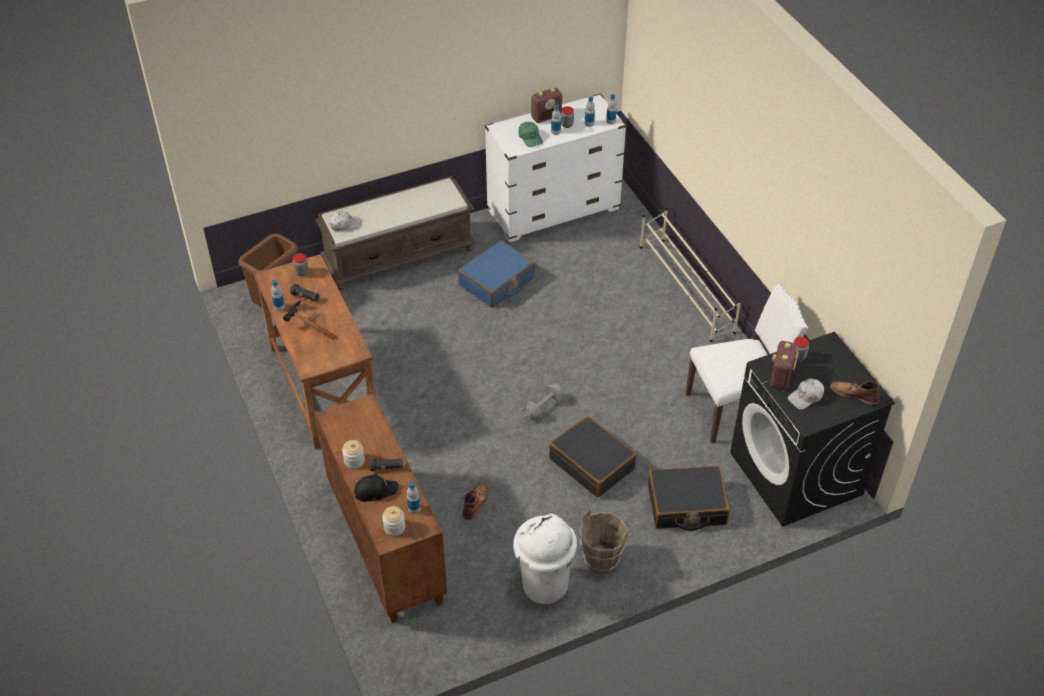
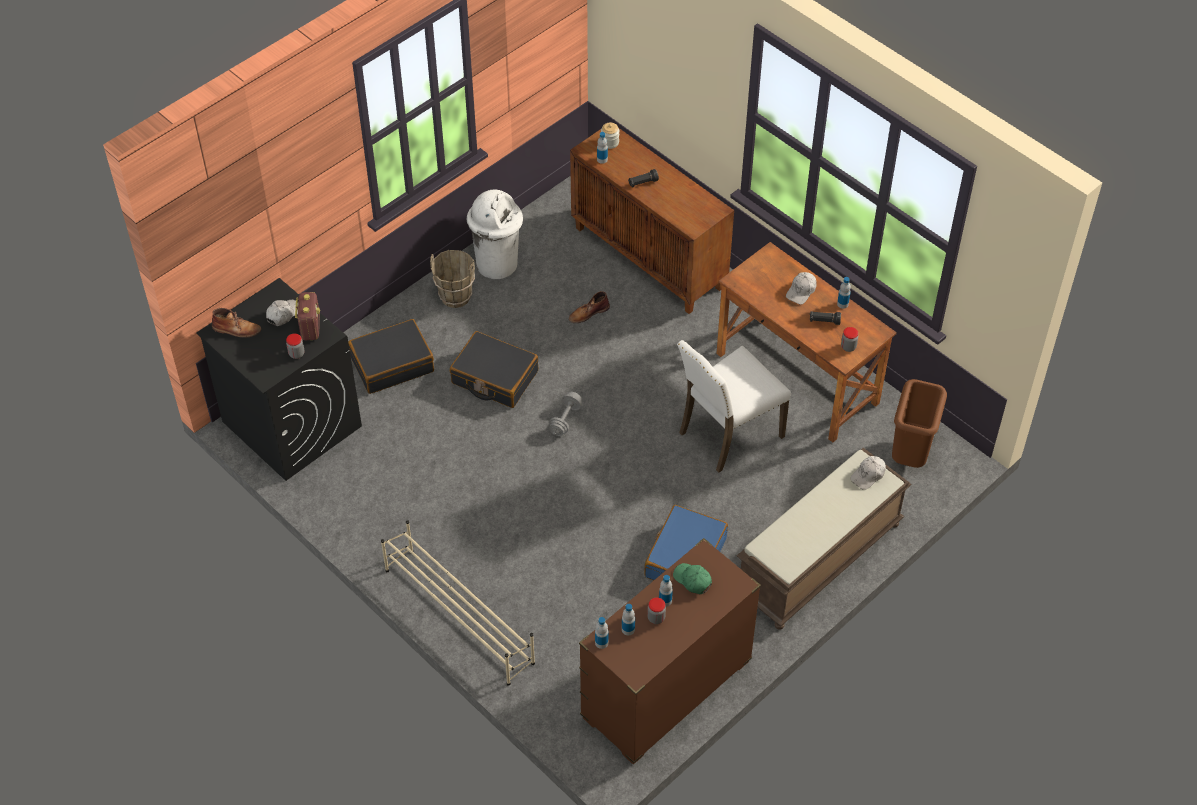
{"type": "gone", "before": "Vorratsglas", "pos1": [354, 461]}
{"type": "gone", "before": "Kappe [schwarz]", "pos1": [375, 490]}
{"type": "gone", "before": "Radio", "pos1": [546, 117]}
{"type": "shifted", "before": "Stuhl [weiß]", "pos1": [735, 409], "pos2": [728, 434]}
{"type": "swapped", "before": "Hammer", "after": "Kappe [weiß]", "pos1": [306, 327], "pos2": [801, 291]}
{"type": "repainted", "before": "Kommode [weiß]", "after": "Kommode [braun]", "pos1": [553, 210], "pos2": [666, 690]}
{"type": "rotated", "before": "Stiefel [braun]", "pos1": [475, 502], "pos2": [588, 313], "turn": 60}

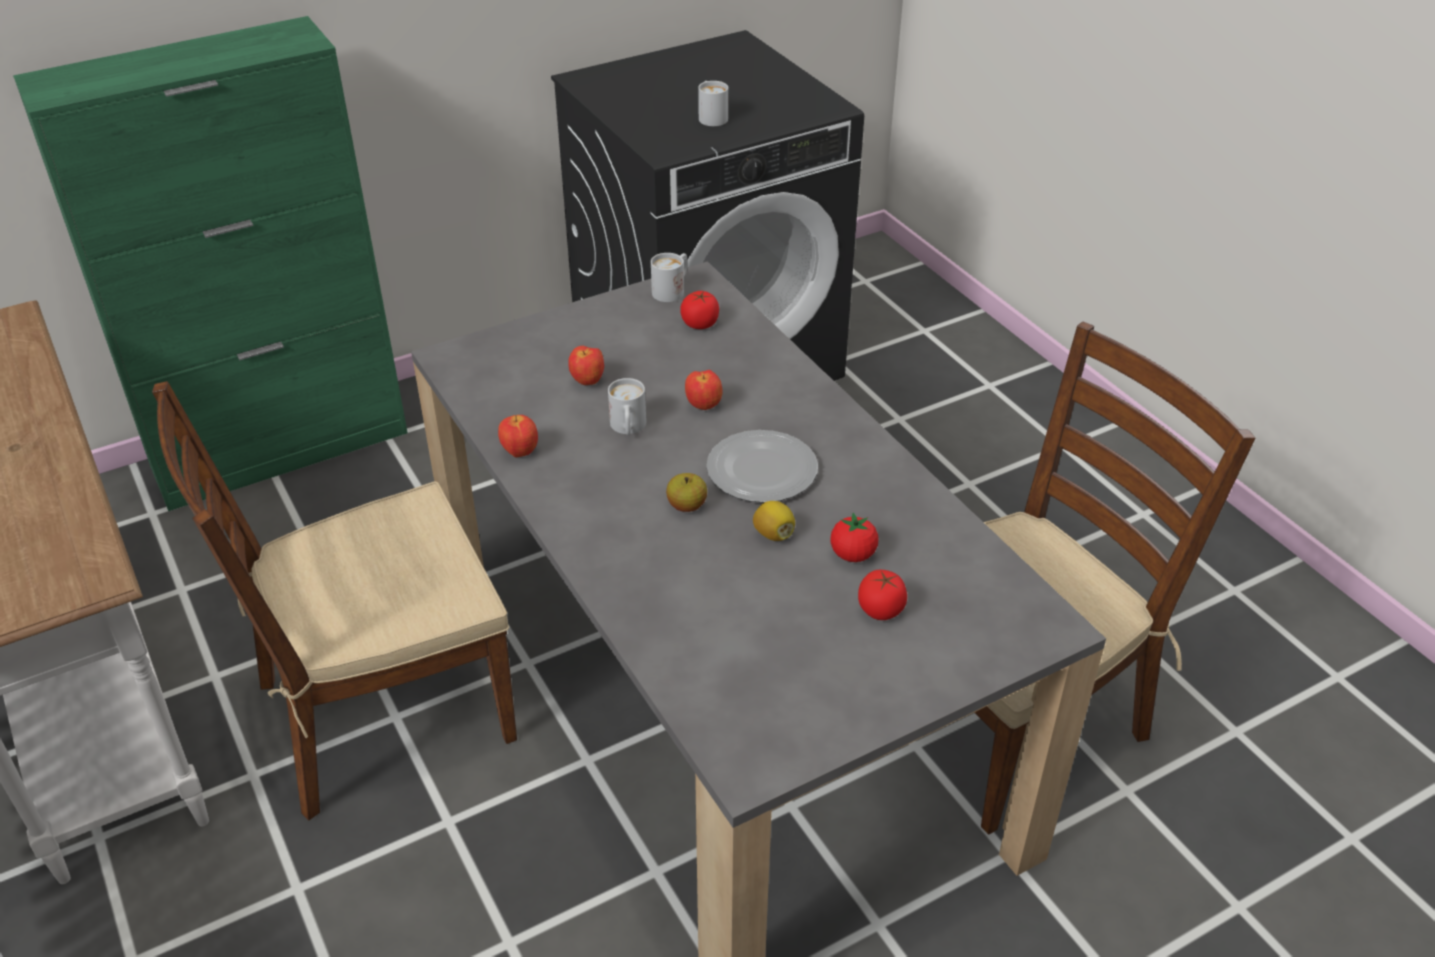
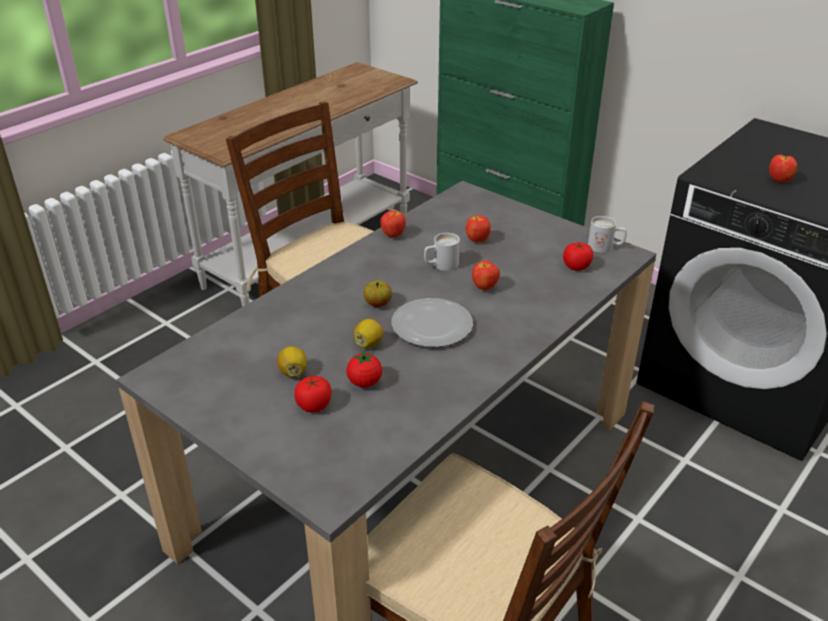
{"type": "new", "after": "Zitrone", "pos2": [293, 372]}
{"type": "swapped", "before": "Henkelbecher [weiß]", "after": "Apfel", "pos1": [711, 116], "pos2": [779, 181]}

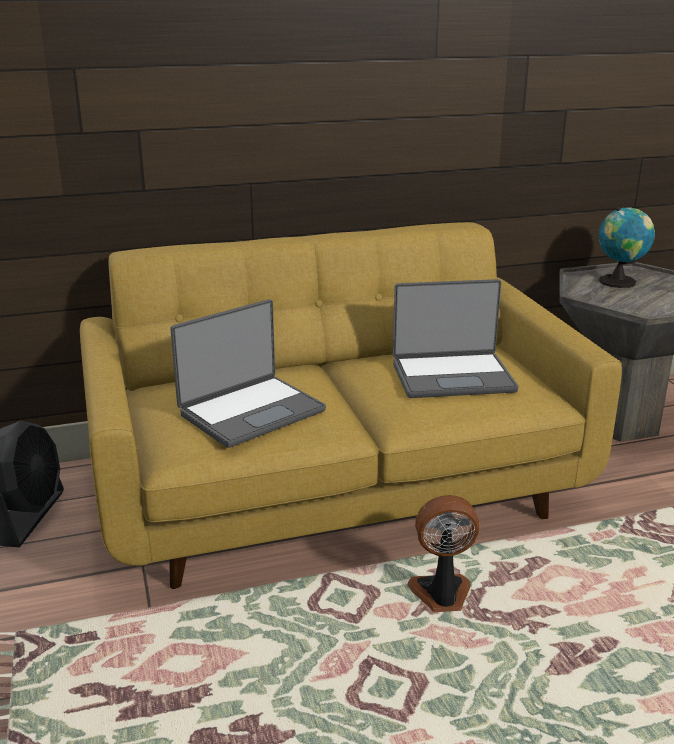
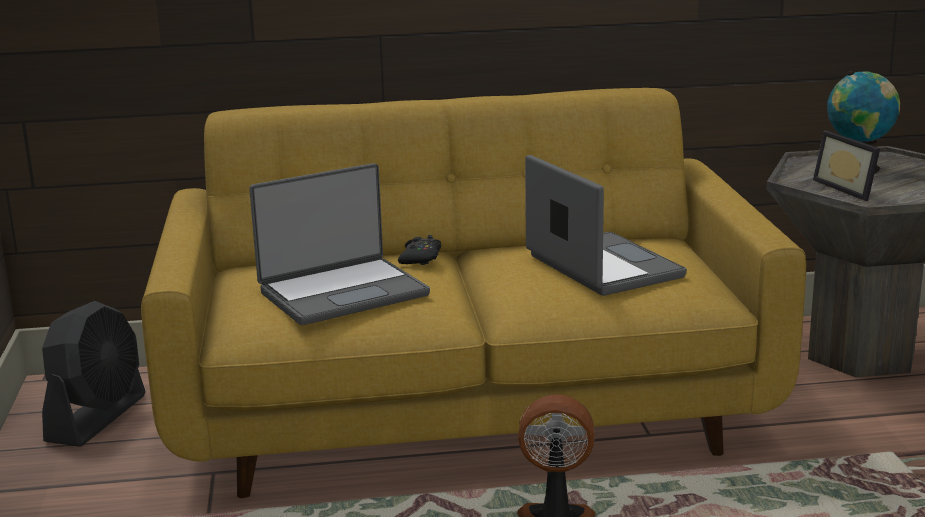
{"type": "new", "after": "Gamepad [schwarz]", "pos2": [420, 258]}
{"type": "new", "after": "Bilderrahmen", "pos2": [850, 188]}
{"type": "rotated", "before": "Laptop", "pos1": [452, 376], "pos2": [601, 267], "turn": -120}

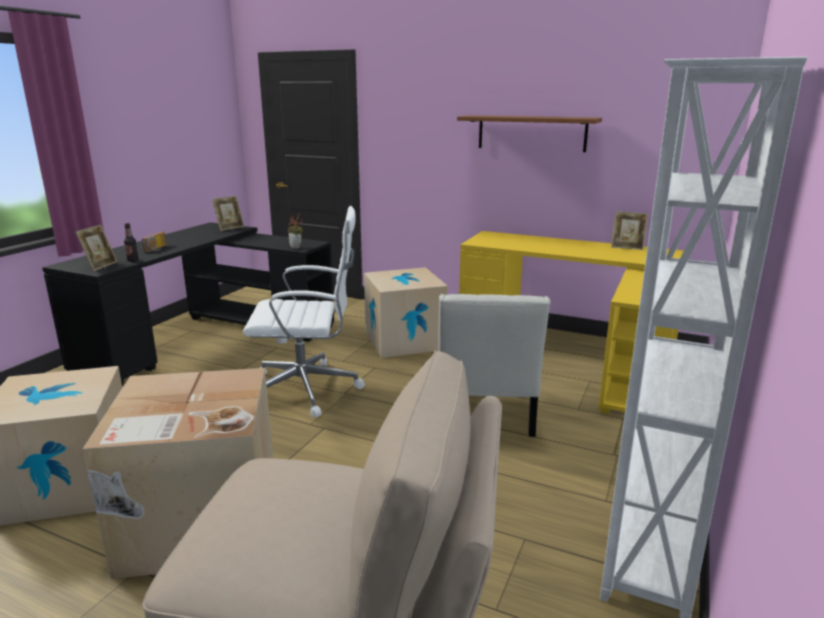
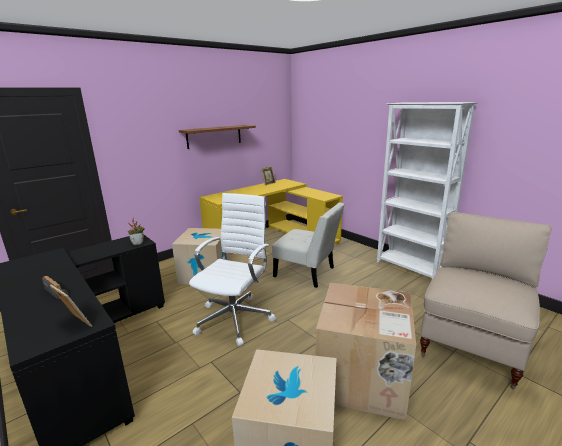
{"type": "gone", "before": "Flasche", "pos1": [133, 260]}
{"type": "gone", "before": "Bilderrahmen", "pos1": [230, 228]}

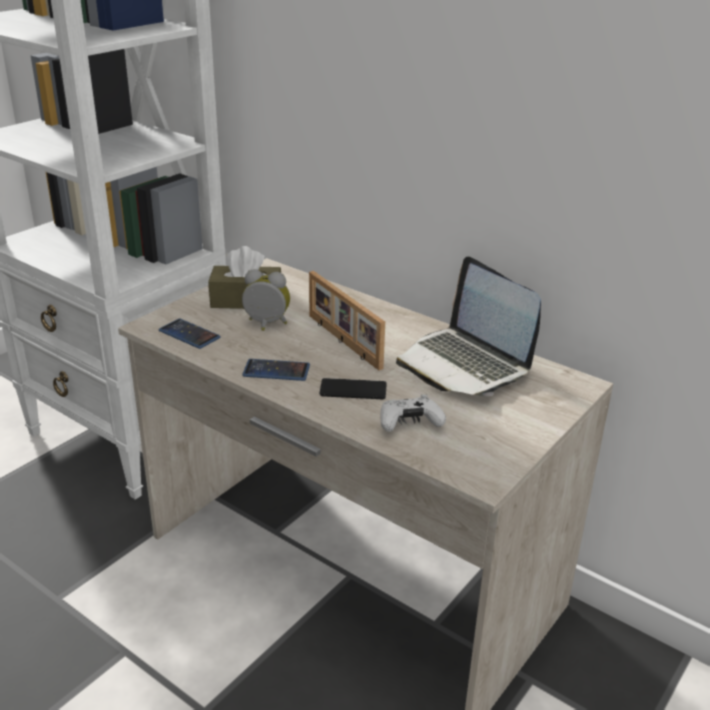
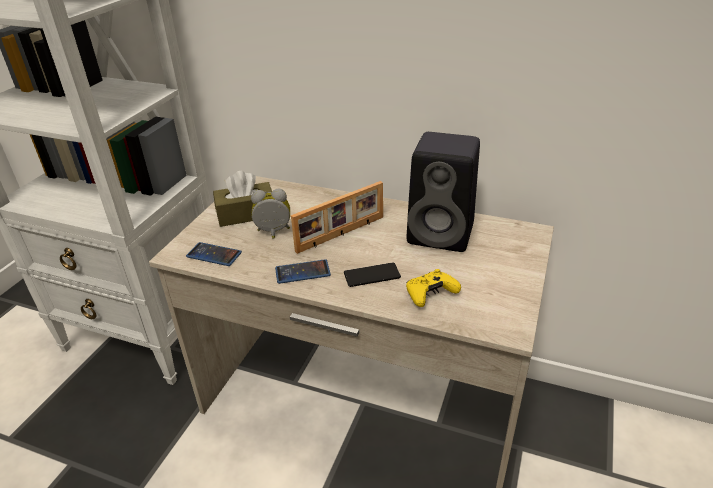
{"type": "swapped", "before": "Laptop", "after": "Lautsprecher [schwarz]", "pos1": [464, 364], "pos2": [443, 234]}
{"type": "repainted", "before": "Gamepad [weiß]", "after": "Gamepad [gelb]", "pos1": [409, 423], "pos2": [430, 294]}
{"type": "rotated", "before": "Bilderrahmen", "pos1": [342, 341], "pos2": [341, 234], "turn": -75}

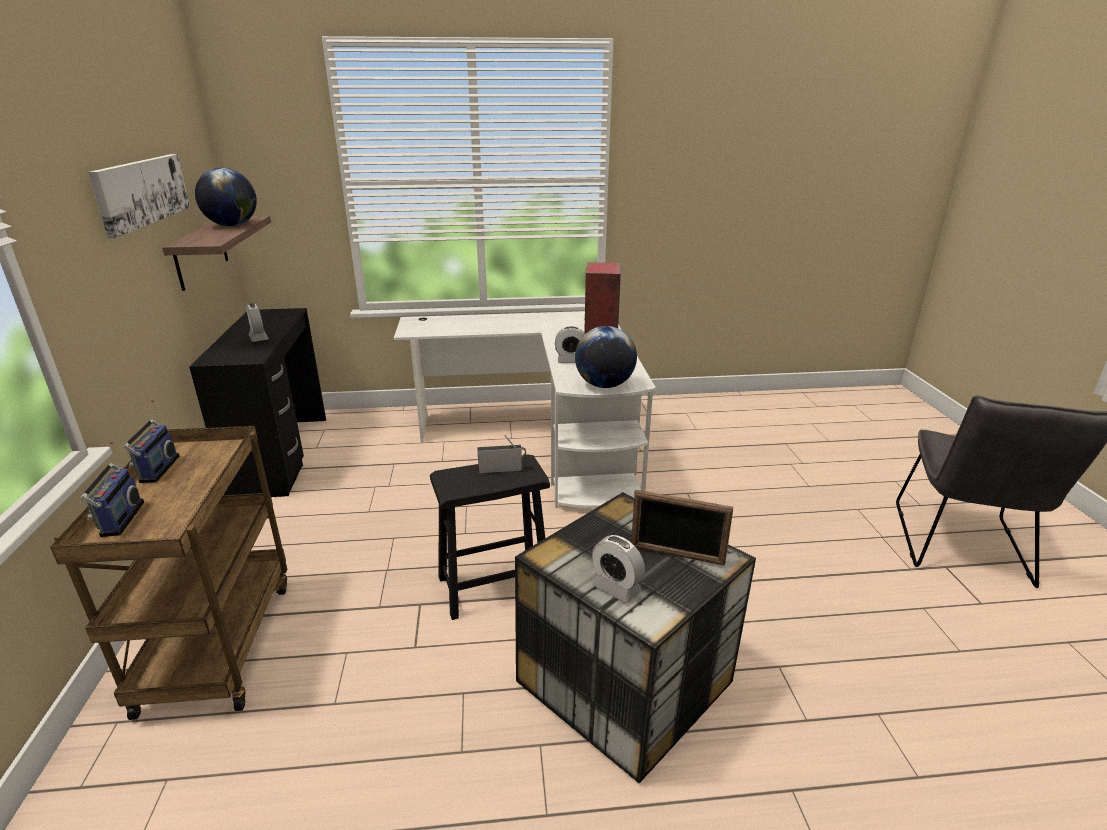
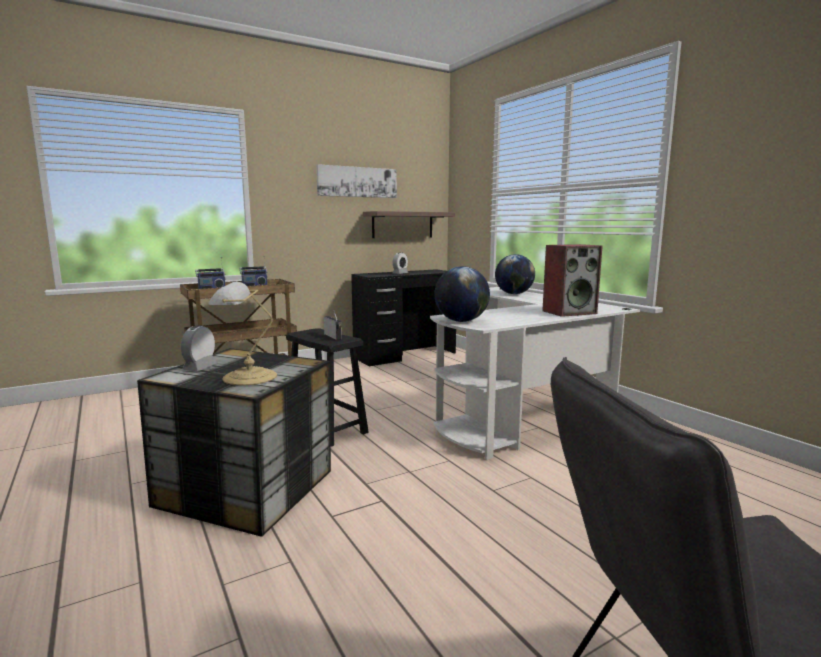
{"type": "gone", "before": "Wecker", "pos1": [570, 361]}
{"type": "shifted", "before": "Globus", "pos1": [232, 225], "pos2": [514, 294]}
{"type": "swapped", "before": "Bilderrahmen", "after": "Tischlampe", "pos1": [677, 555], "pos2": [246, 377]}

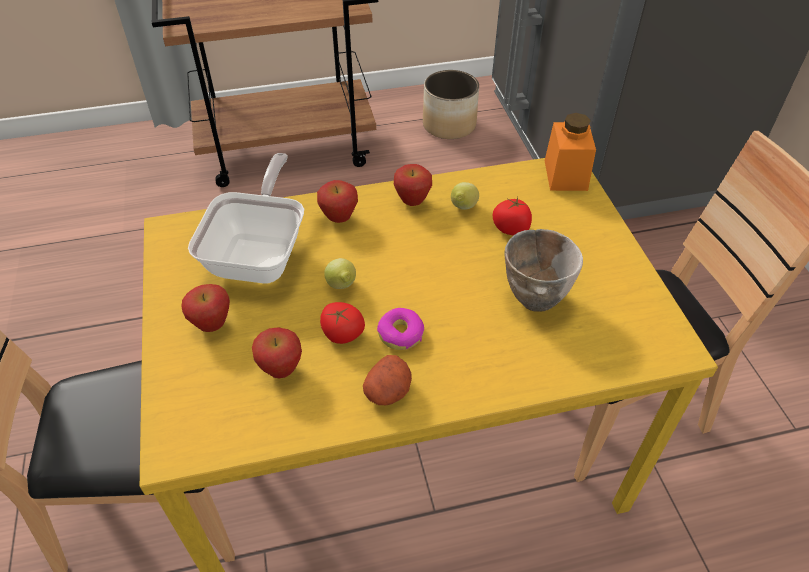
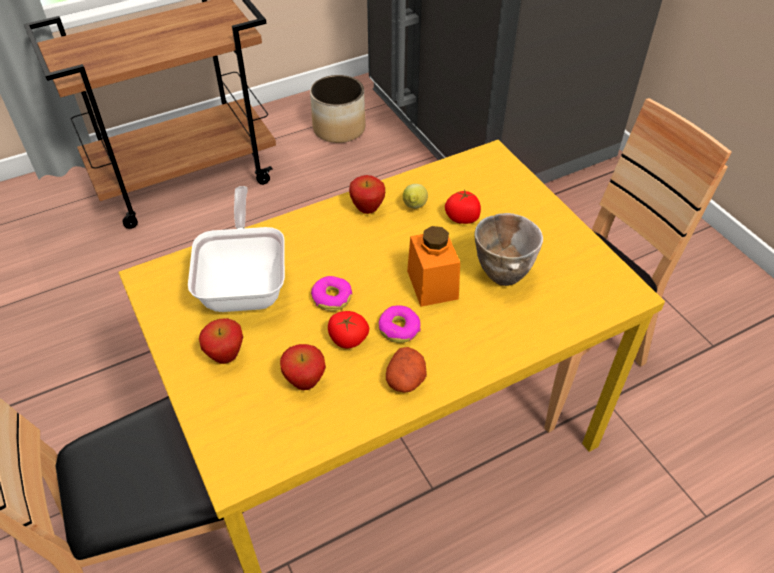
{"type": "gone", "before": "Apfel", "pos1": [339, 219]}
{"type": "shifted", "before": "Vorratsglas [orange]", "pos1": [565, 175], "pos2": [432, 284]}
{"type": "swapped", "before": "Zitrone", "after": "Donut", "pos1": [342, 286], "pos2": [332, 298]}

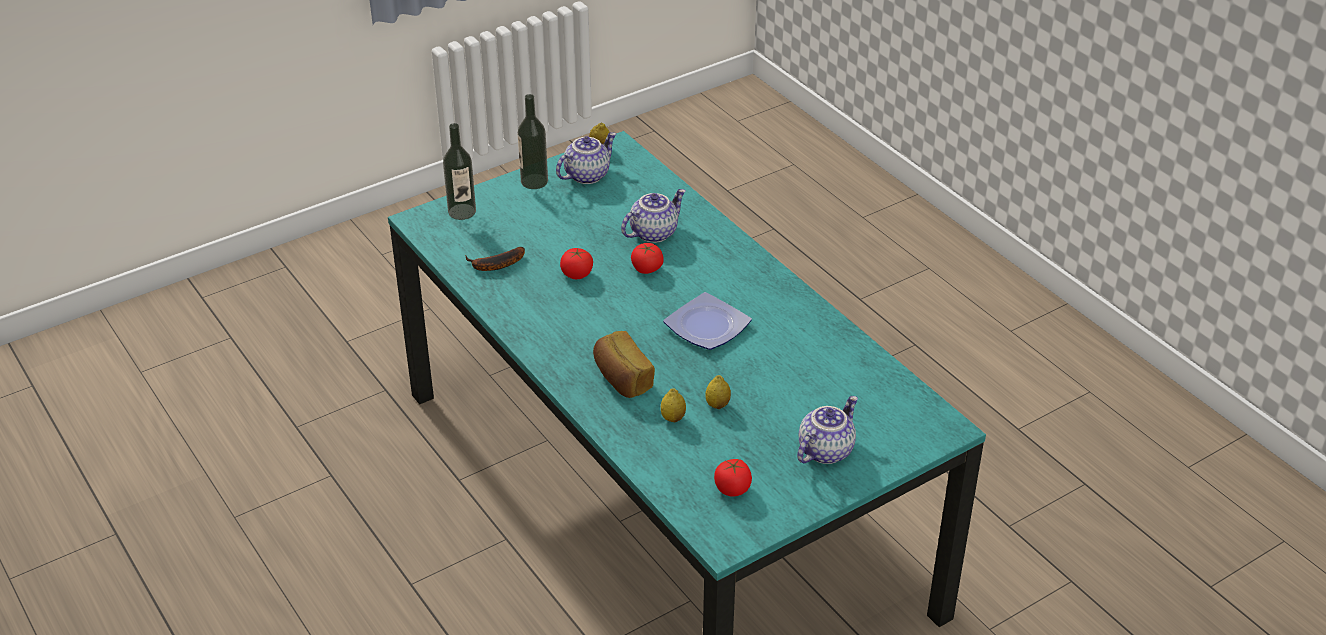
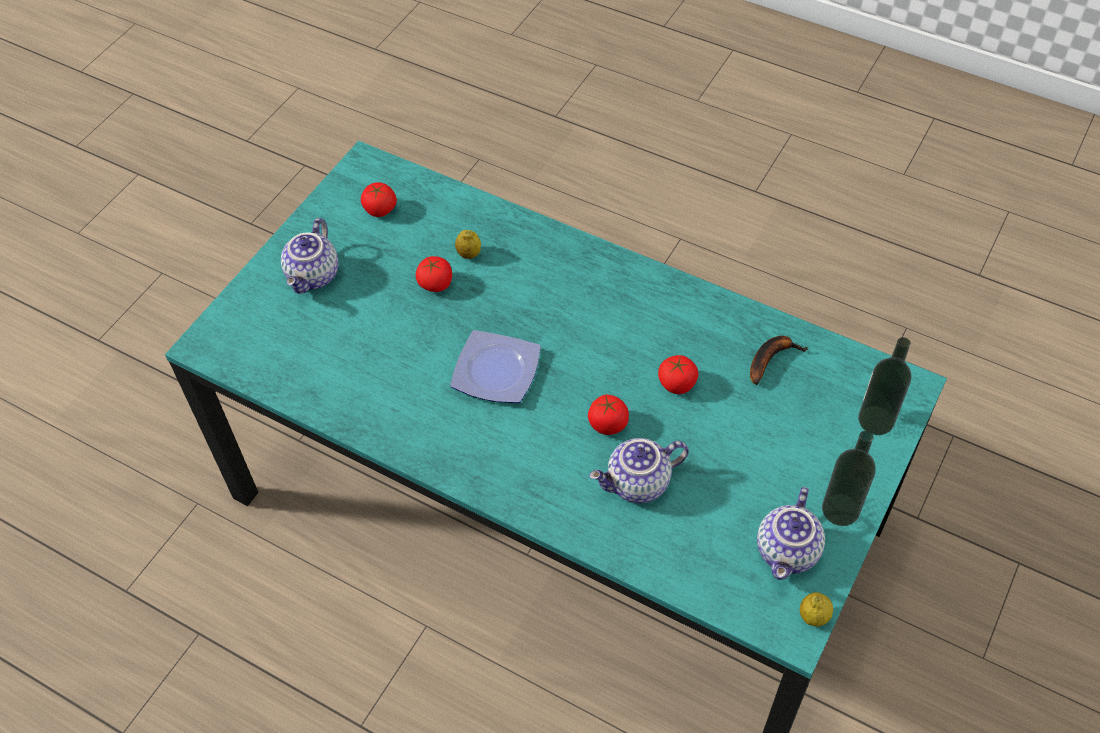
{"type": "gone", "before": "Brot", "pos1": [622, 379]}
{"type": "swapped", "before": "Zitrone", "after": "Tomate", "pos1": [717, 405], "pos2": [435, 284]}
{"type": "rotated", "before": "Teekanne", "pos1": [653, 232], "pos2": [638, 484], "turn": 45}

